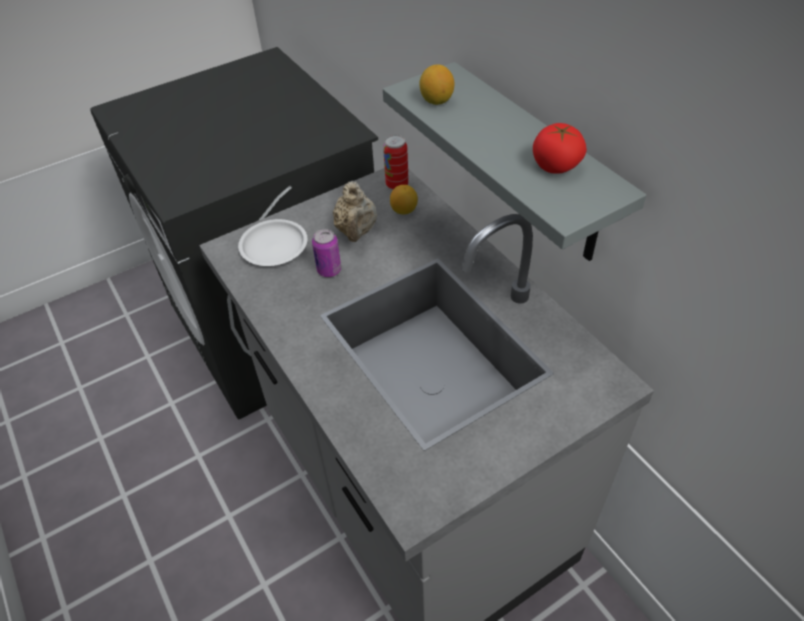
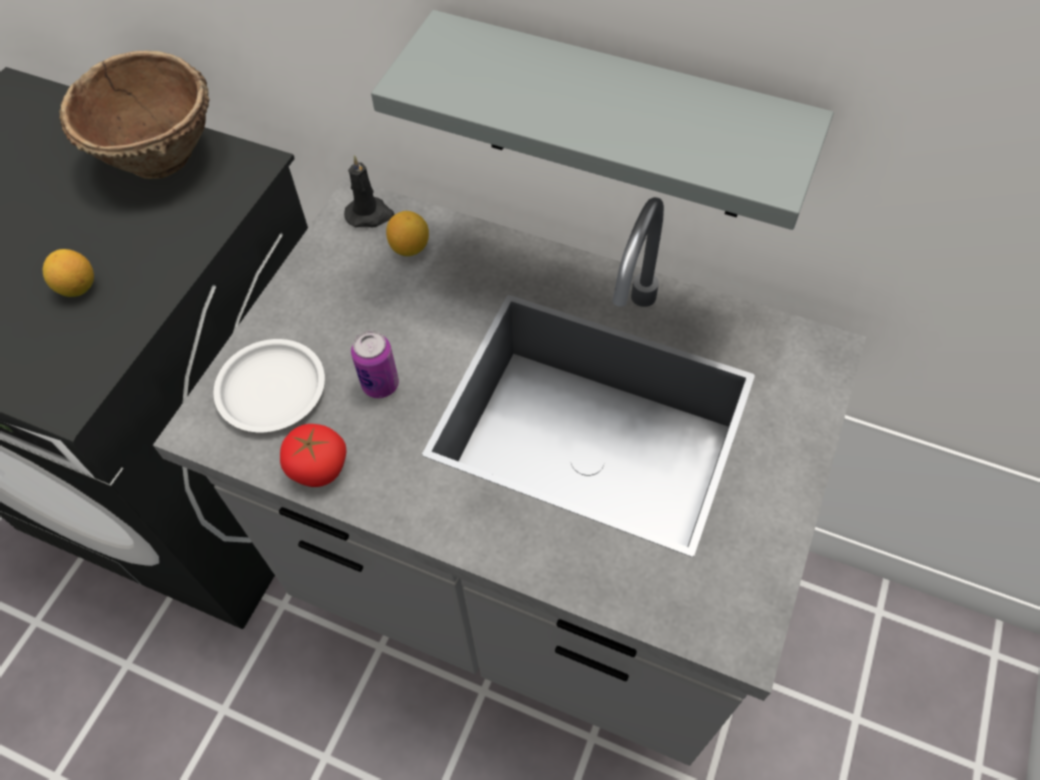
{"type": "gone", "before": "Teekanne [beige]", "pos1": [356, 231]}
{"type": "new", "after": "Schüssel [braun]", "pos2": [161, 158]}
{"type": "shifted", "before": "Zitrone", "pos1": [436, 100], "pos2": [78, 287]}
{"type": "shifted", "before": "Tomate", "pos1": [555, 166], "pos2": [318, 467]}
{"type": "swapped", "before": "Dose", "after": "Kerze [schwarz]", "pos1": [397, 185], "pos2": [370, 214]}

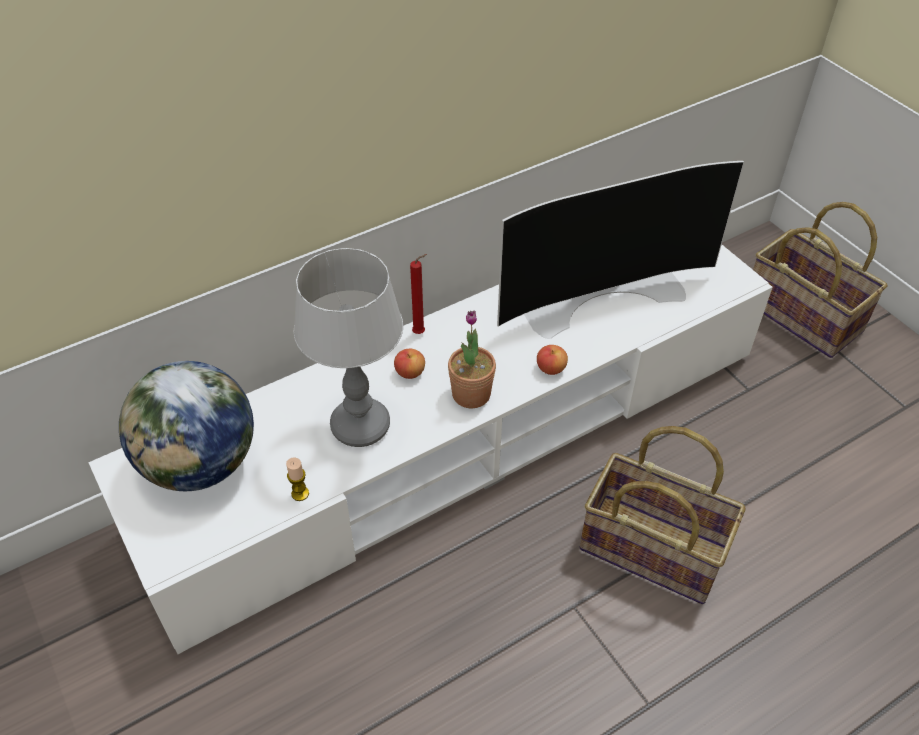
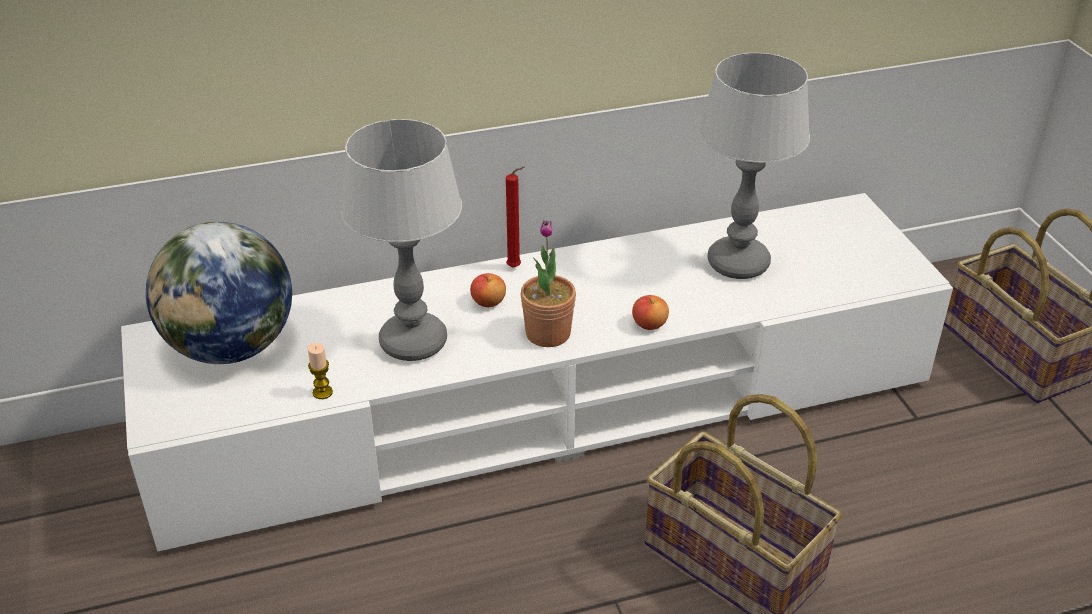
{"type": "swapped", "before": "Fernseher", "after": "Tischlampe", "pos1": [601, 294], "pos2": [739, 263]}

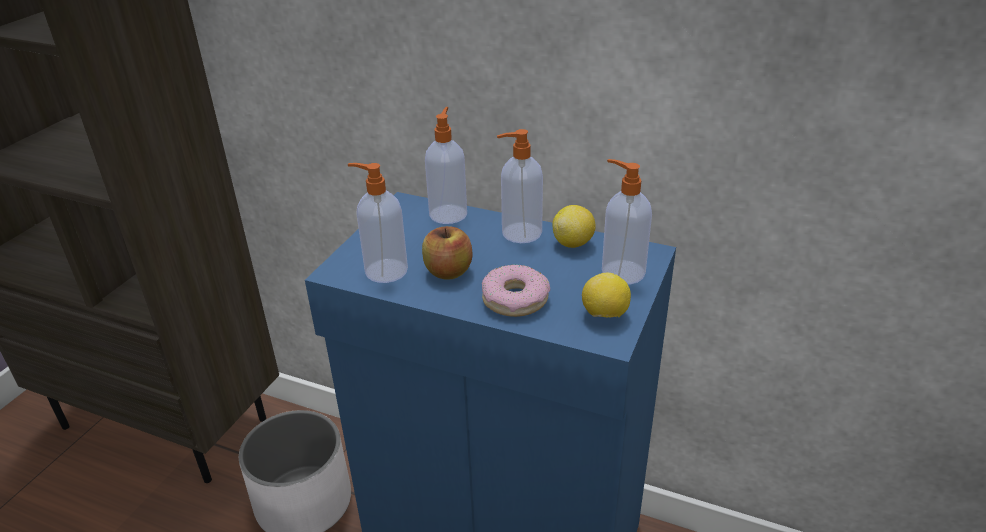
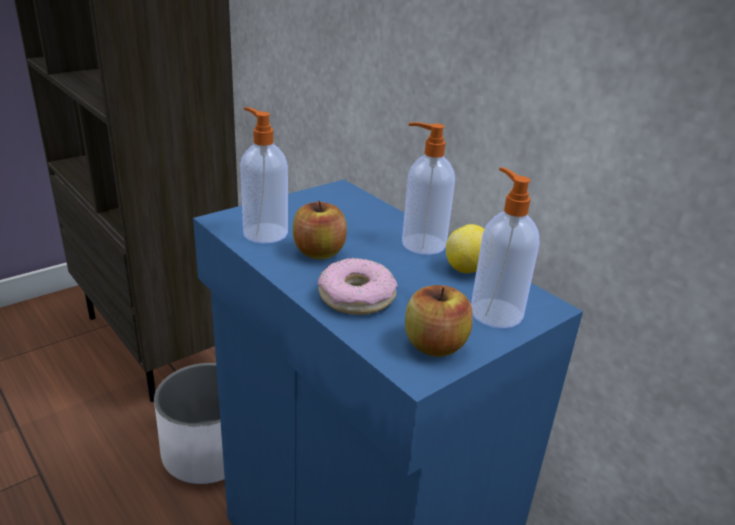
{"type": "gone", "before": "Seifenspender", "pos1": [448, 213]}
{"type": "swapped", "before": "Zitrone", "after": "Apfel", "pos1": [604, 315], "pos2": [435, 345]}

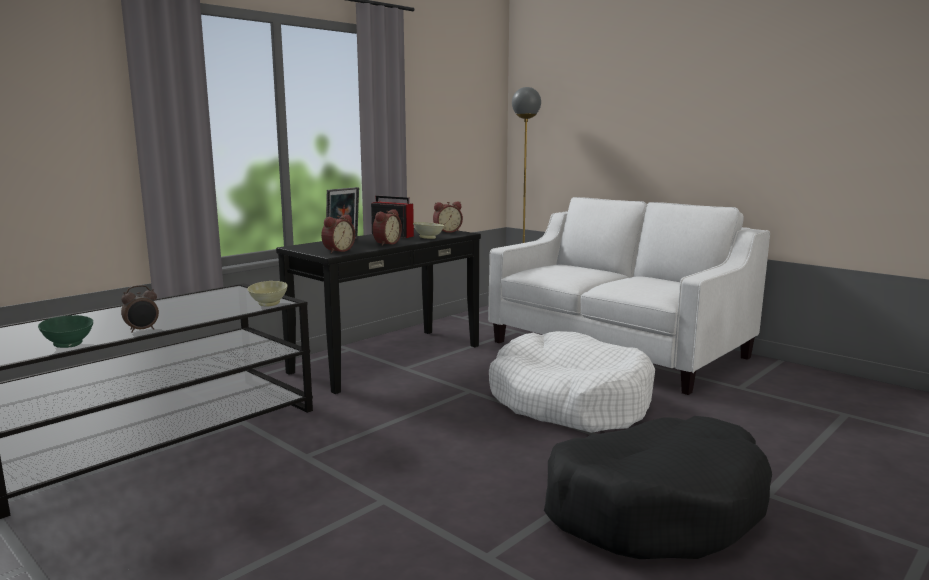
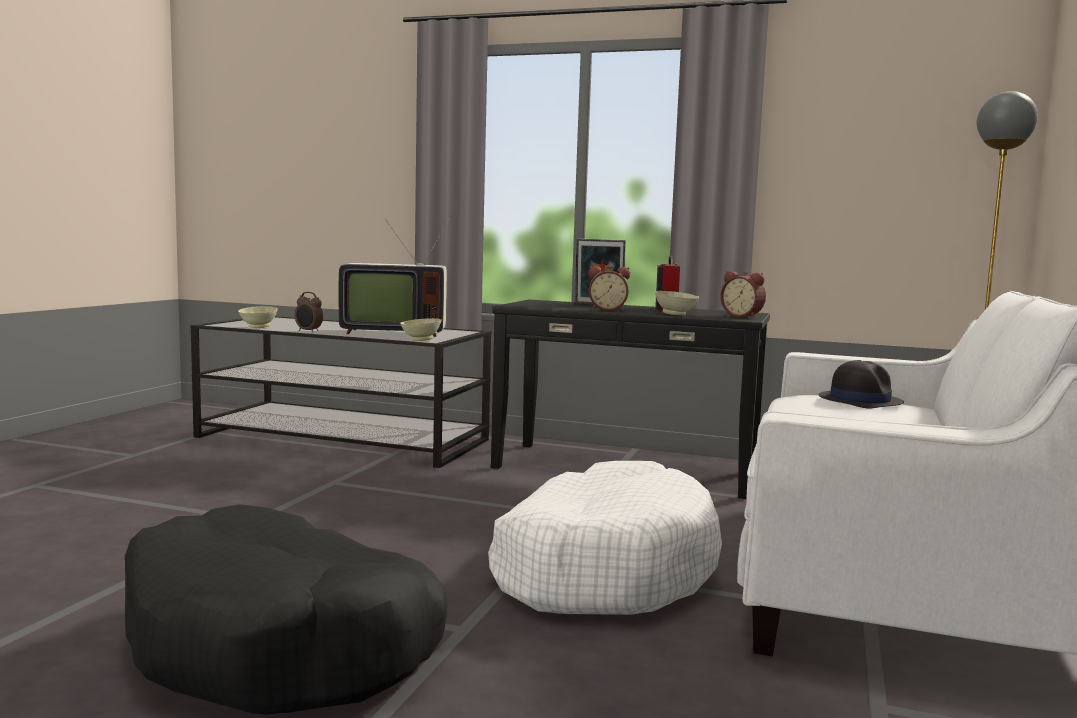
{"type": "gone", "before": "Wecker", "pos1": [337, 250]}
{"type": "new", "after": "Fernseher", "pos2": [392, 332]}
{"type": "new", "after": "Hut [schwarz]", "pos2": [859, 400]}
{"type": "repainted", "before": "Schüssel [grün]", "after": "Schüssel [beige]", "pos1": [68, 345], "pos2": [257, 327]}

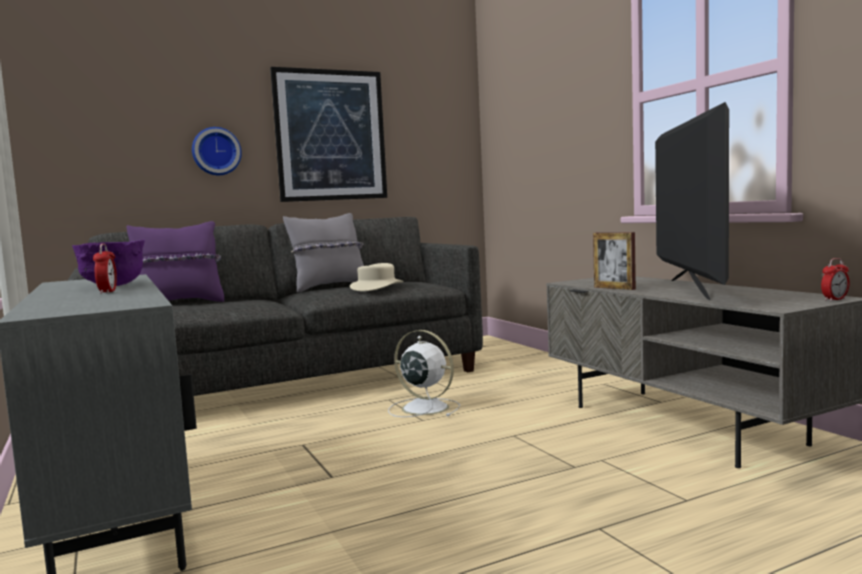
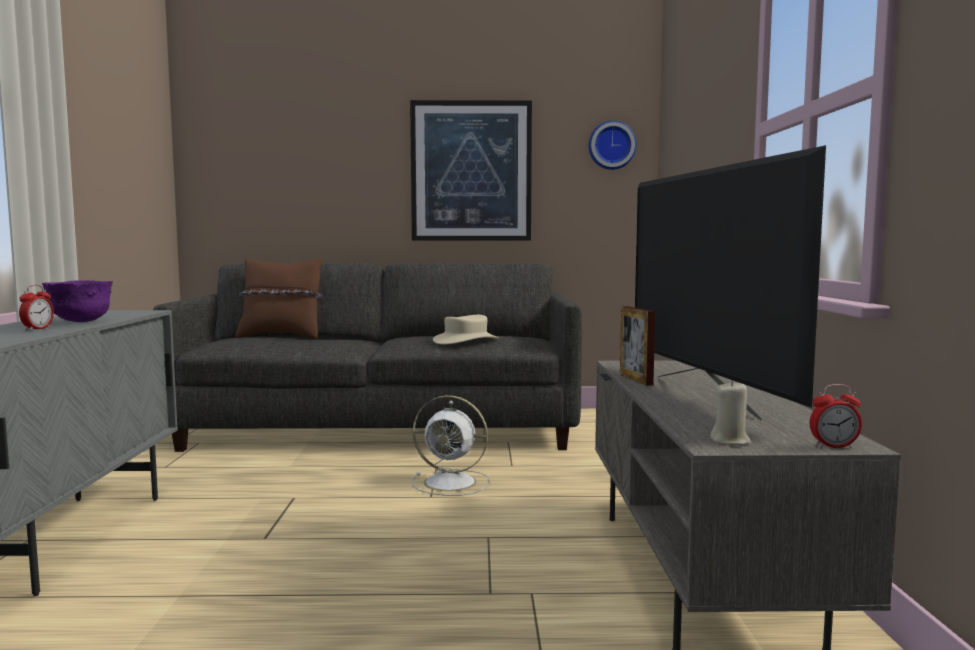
{"type": "gone", "before": "Kissen [grau]", "pos1": [329, 287]}
{"type": "new", "after": "Kerze [beige]", "pos2": [730, 441]}
{"type": "shifted", "before": "Wanduhr", "pos1": [216, 151], "pos2": [611, 145]}
{"type": "repainted", "before": "Kissen [lila]", "after": "Kissen [braun]", "pos1": [179, 304], "pos2": [281, 337]}
{"type": "rotated", "before": "Ventilator [weiß]", "pos1": [423, 408], "pos2": [452, 482], "turn": 135}
{"type": "rotated", "before": "Fernseher", "pos1": [685, 289], "pos2": [705, 395], "turn": 135}

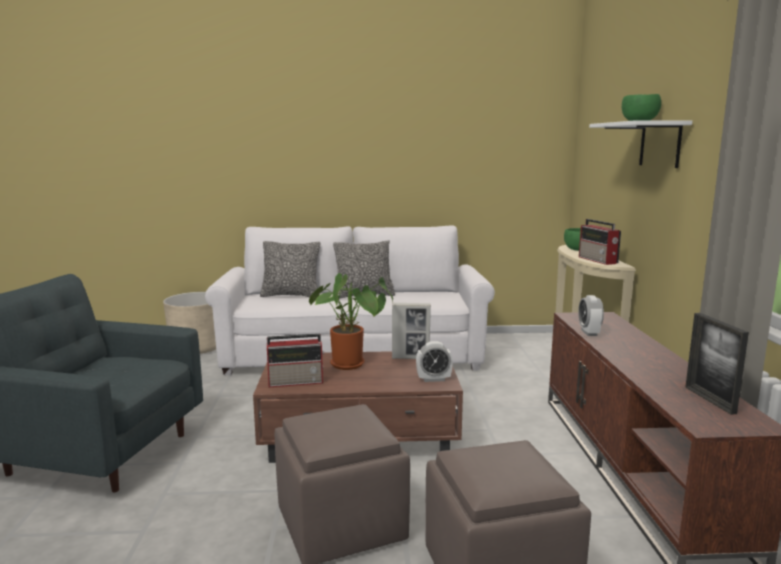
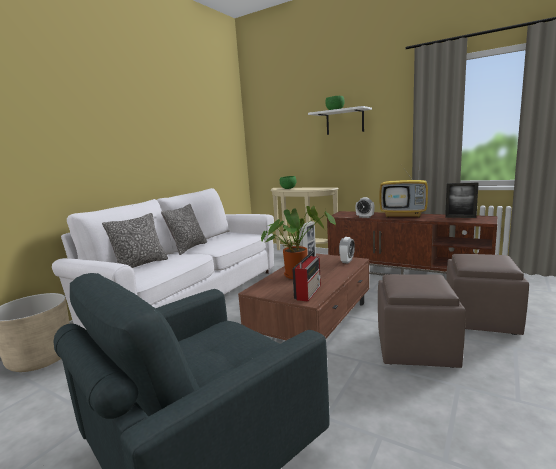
{"type": "gone", "before": "Radio", "pos1": [598, 260]}
{"type": "new", "after": "Fernseher", "pos2": [404, 215]}

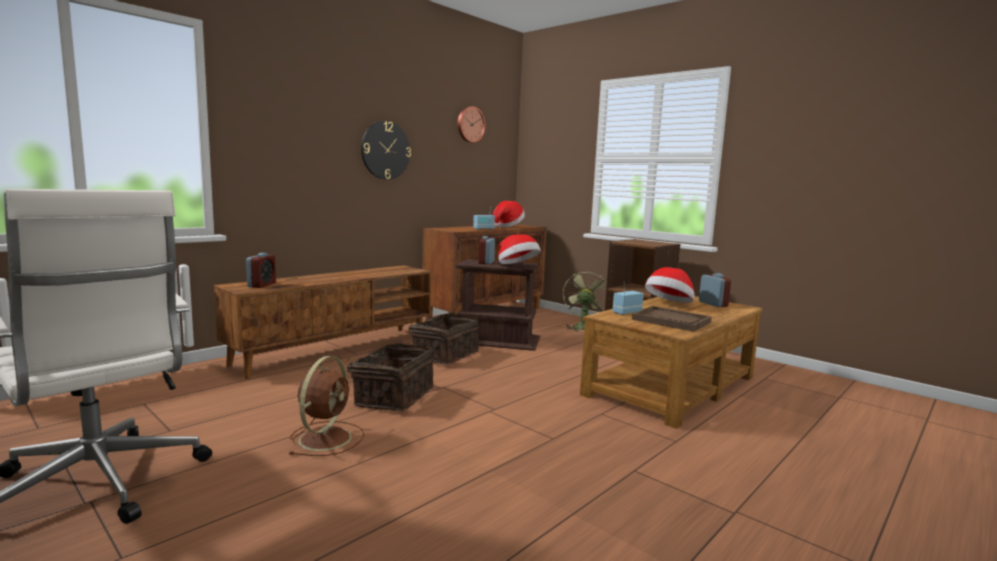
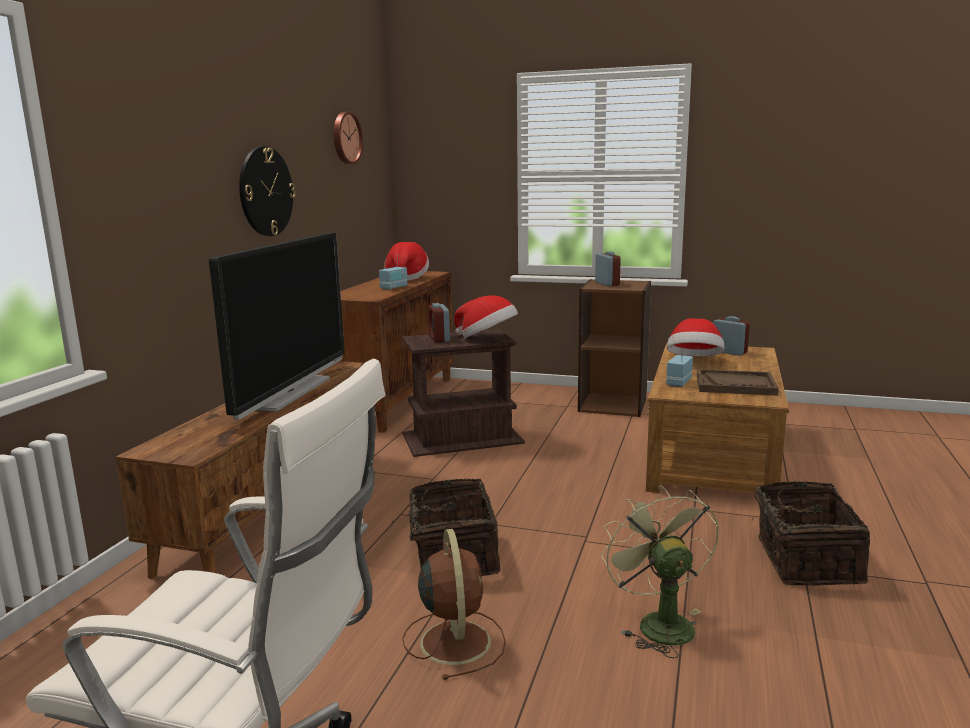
{"type": "new", "after": "Fernseher", "pos2": [289, 393]}
{"type": "shifted", "before": "Wecker", "pos1": [261, 285], "pos2": [607, 284]}
{"type": "shifted", "before": "Korb", "pos1": [444, 356], "pos2": [804, 560]}
{"type": "shifted", "before": "Ventilator [grün]", "pos1": [583, 326], "pos2": [658, 622]}

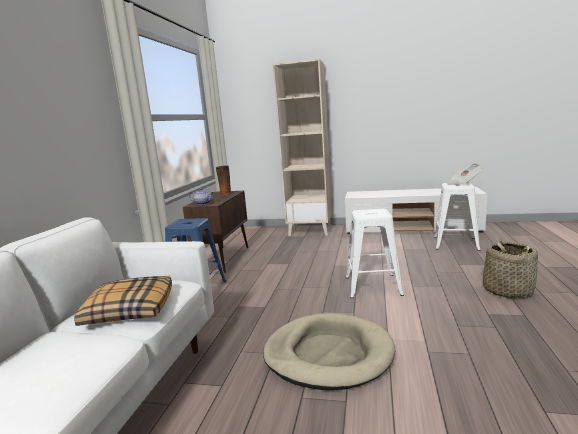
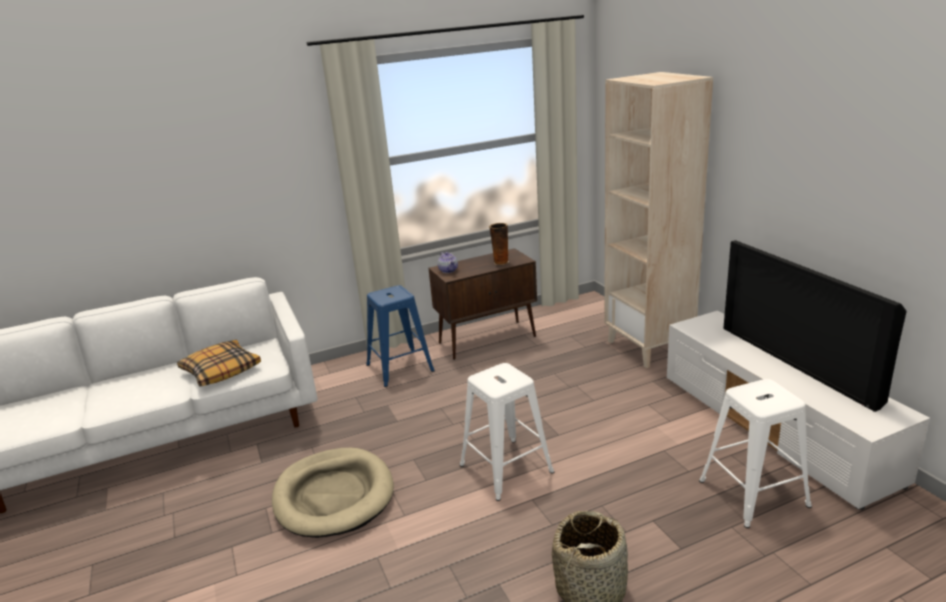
{"type": "gone", "before": "Zeitung", "pos1": [463, 183]}
{"type": "new", "after": "Fernseher", "pos2": [799, 362]}

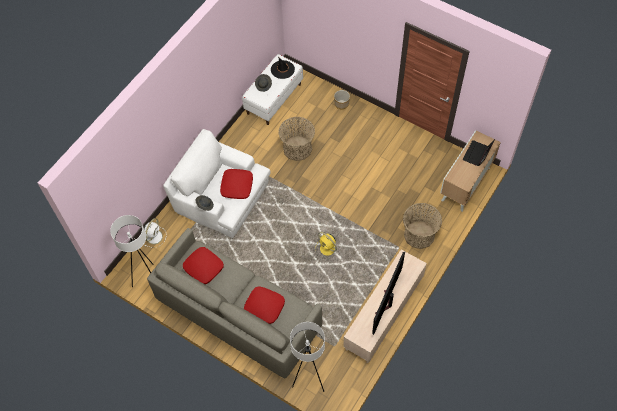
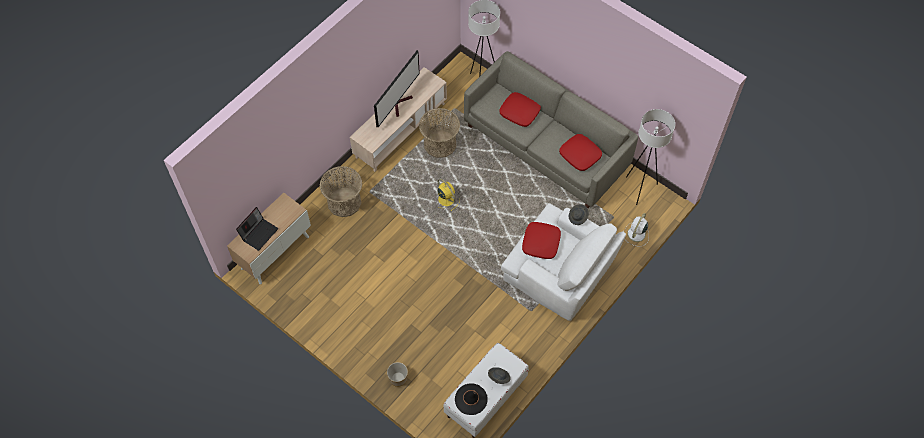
{"type": "shifted", "before": "Korb", "pos1": [297, 148], "pos2": [440, 144]}

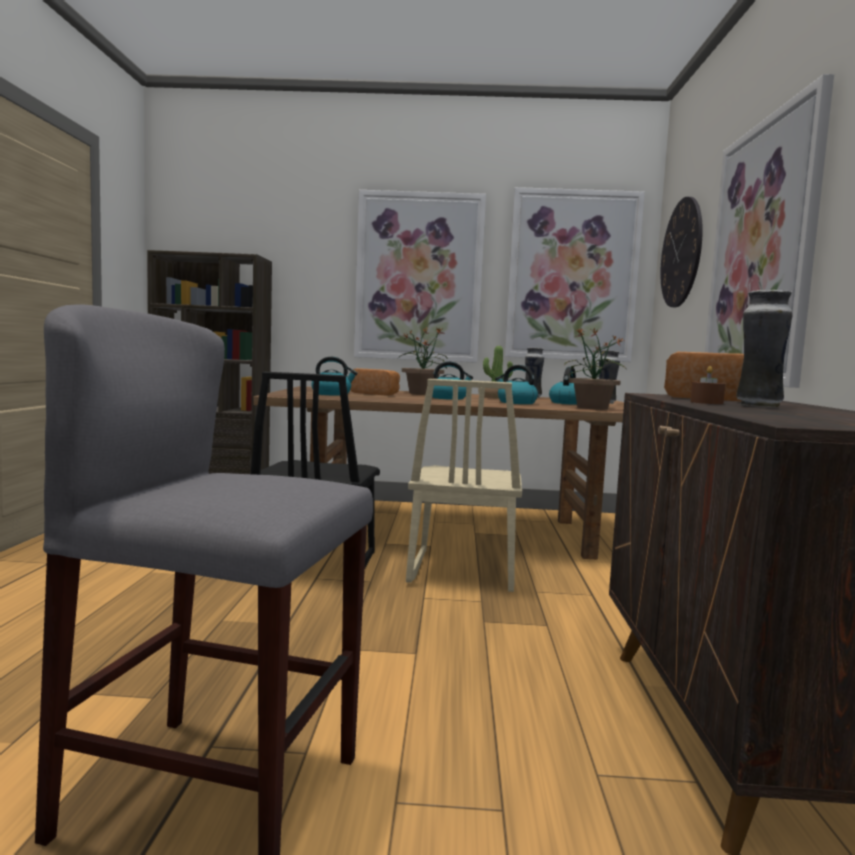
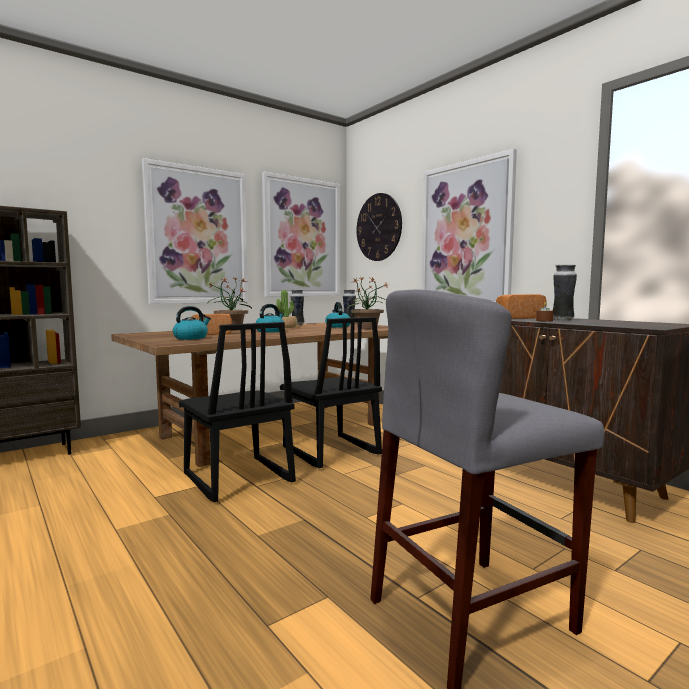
{"type": "gone", "before": "Wasserkessel", "pos1": [516, 402]}
{"type": "repainted", "before": "Stuhl [beige]", "after": "Stuhl [schwarz]", "pos1": [461, 571], "pos2": [330, 452]}

